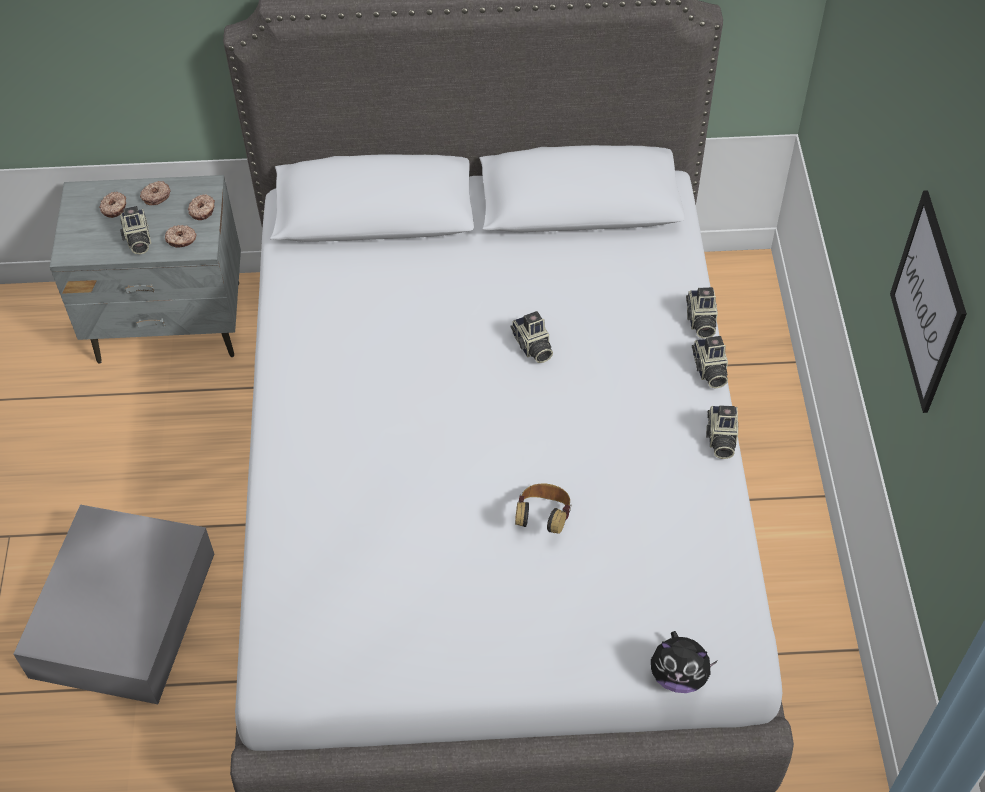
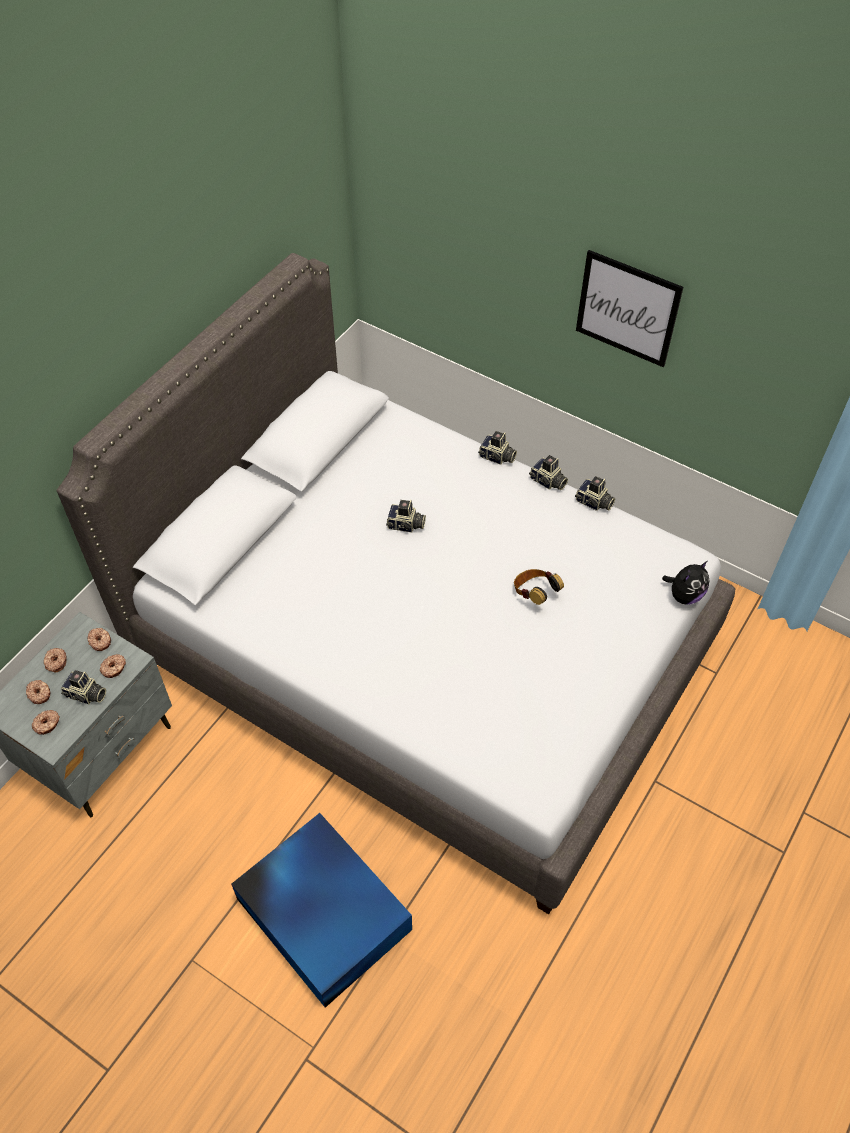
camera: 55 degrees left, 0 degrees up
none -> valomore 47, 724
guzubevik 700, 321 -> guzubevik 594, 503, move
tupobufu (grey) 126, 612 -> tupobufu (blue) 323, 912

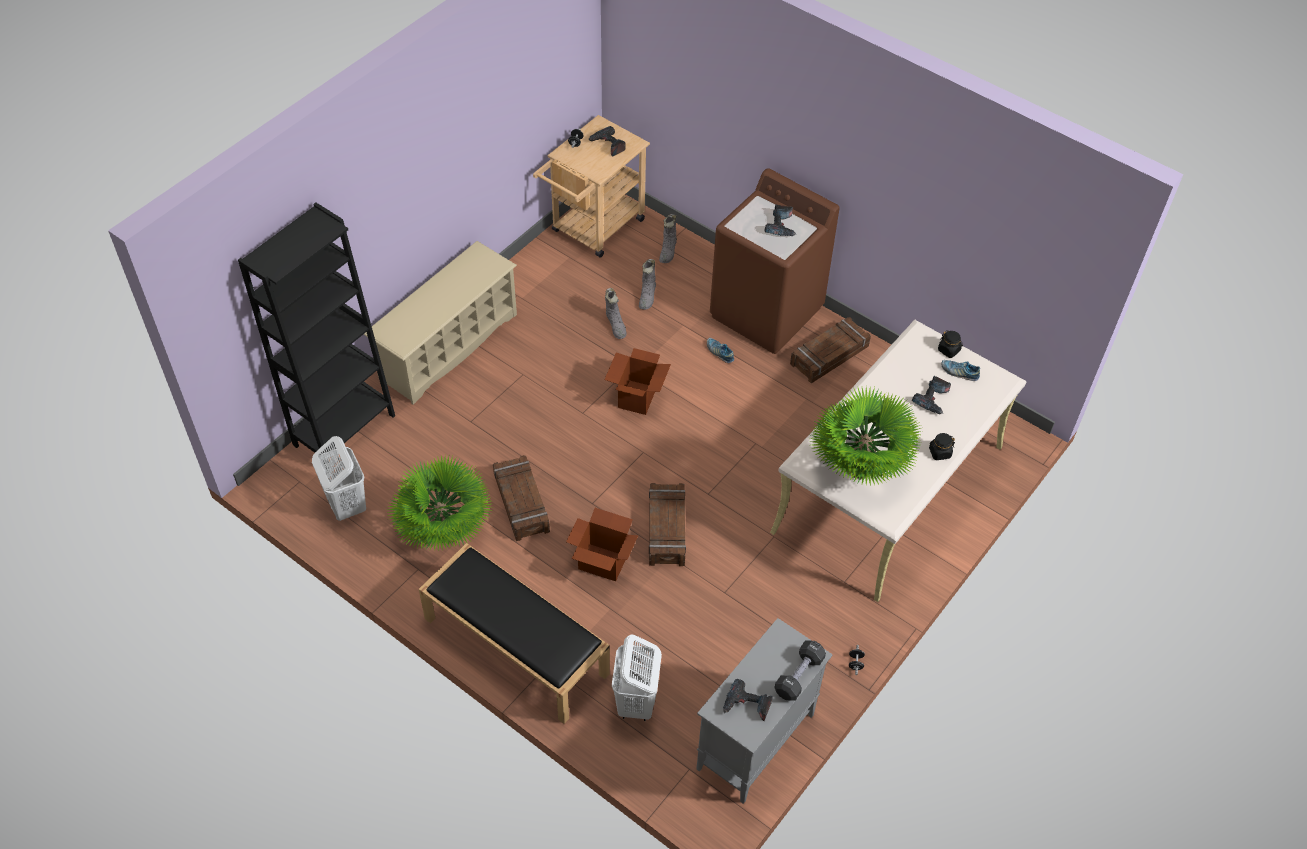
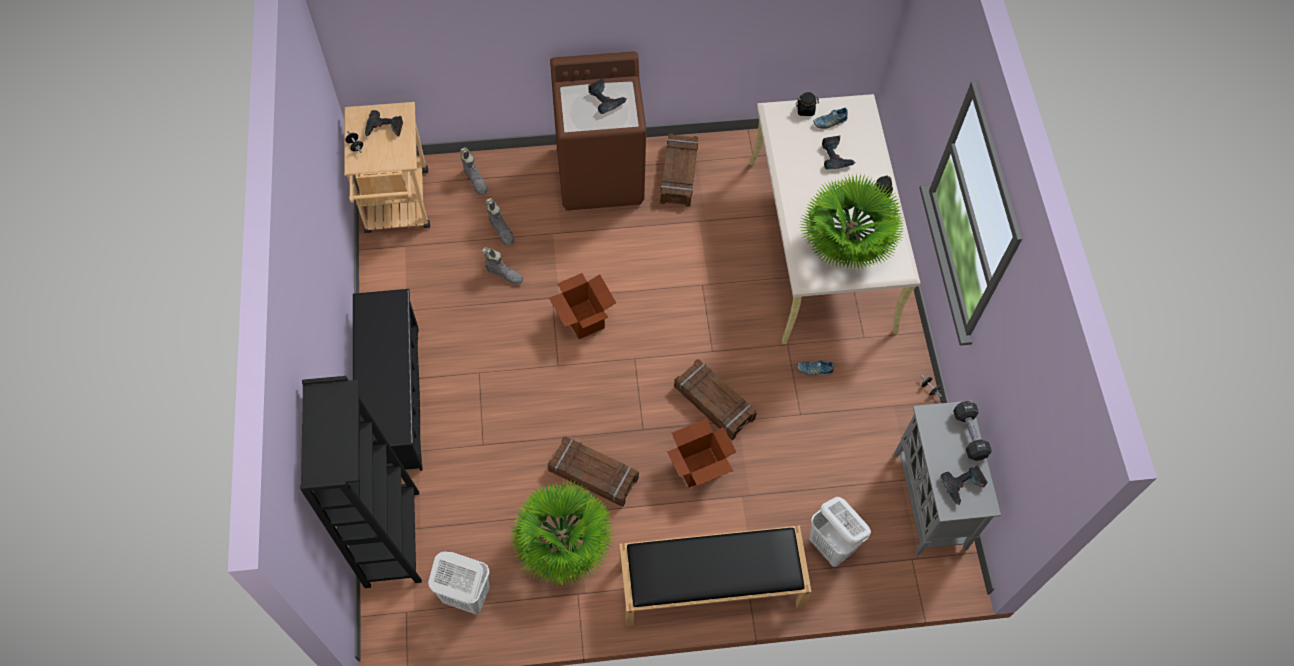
camera: 45 degrees left, 10 degrees up
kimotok 719, 352 -> kimotok 814, 370, move
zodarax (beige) 448, 346 -> zodarax (black) 394, 399

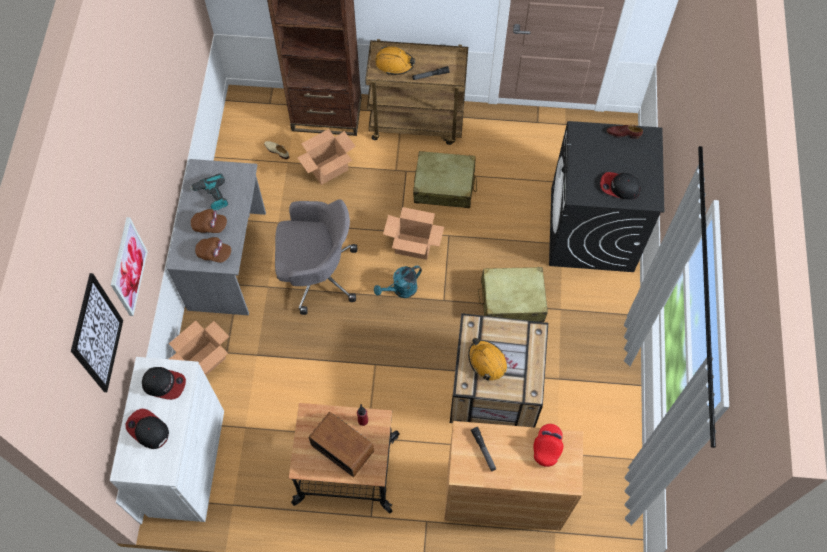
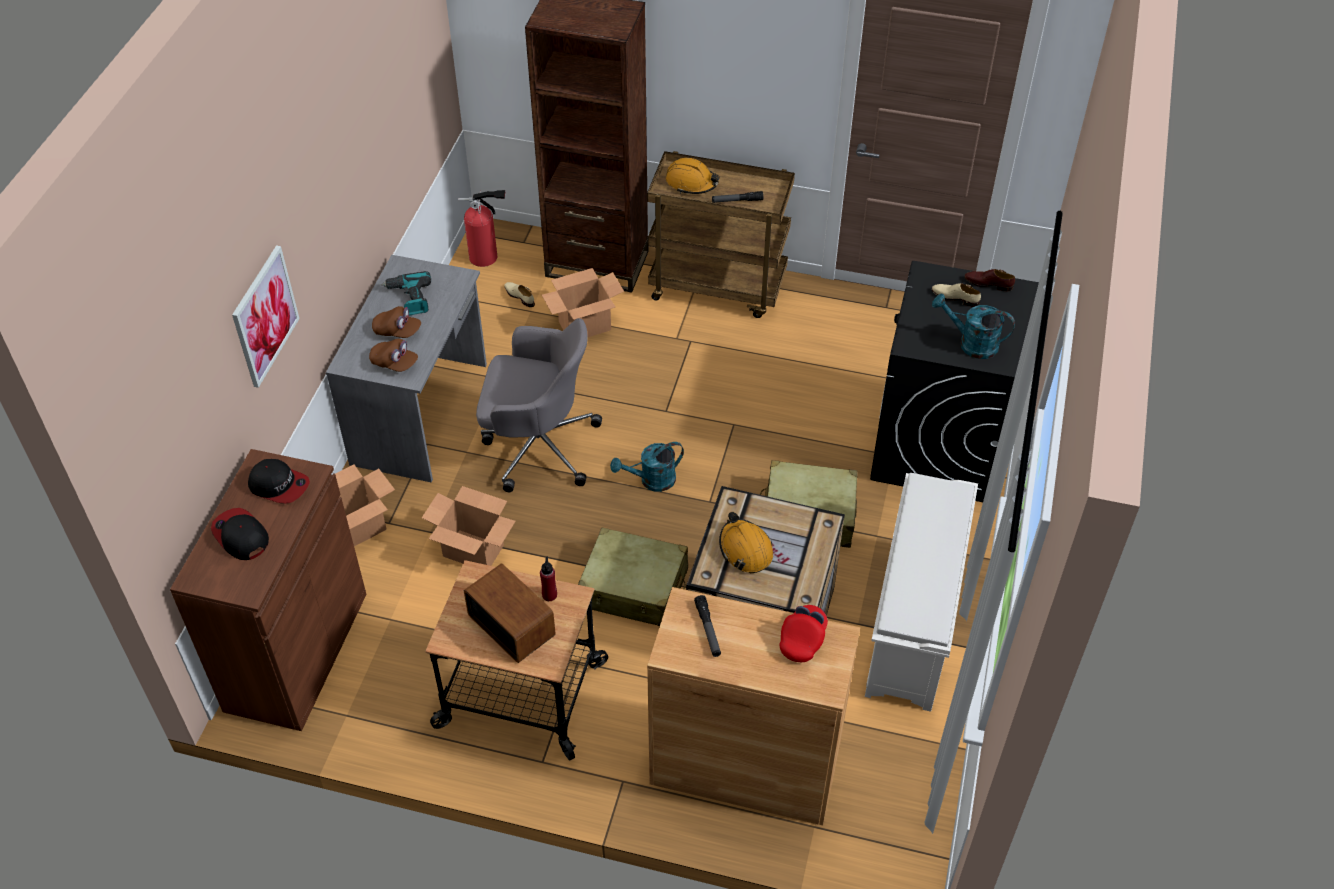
camera: 10 degrees right, 15 degrees down
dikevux 97, 334 -> none
none -> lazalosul 486, 257
none -> zodarax (white) 913, 626
none -> kimotok (beige) 955, 297
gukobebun 414, 246 -> gukobebun 474, 551, move
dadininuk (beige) 444, 186 -> dadininuk (beige) 634, 588, move
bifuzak 619, 187 -> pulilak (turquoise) 971, 343
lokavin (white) 187, 462 -> lokavin (brown) 296, 651

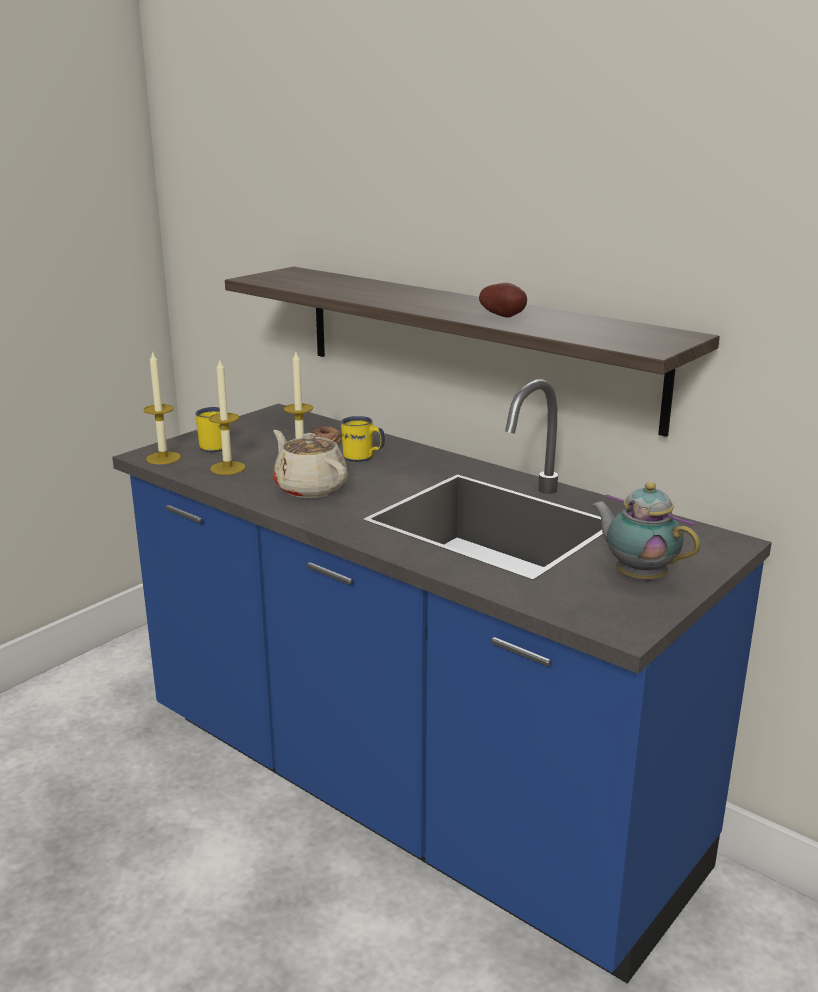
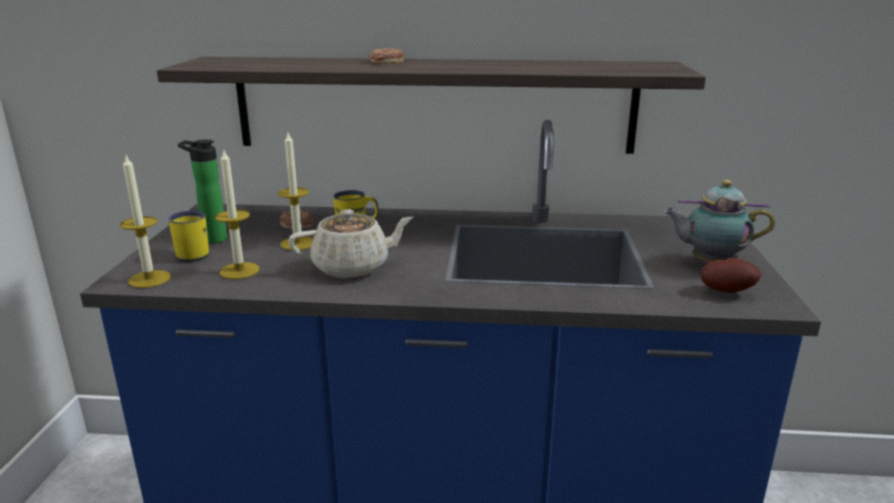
camera: 35 degrees left, 0 degrees up
none -> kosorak 211, 239
none -> valomore 386, 61
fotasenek 504, 317 -> fotasenek 726, 291, move
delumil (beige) 310, 488 -> delumil (beige) 353, 267, 150 degrees clockwise

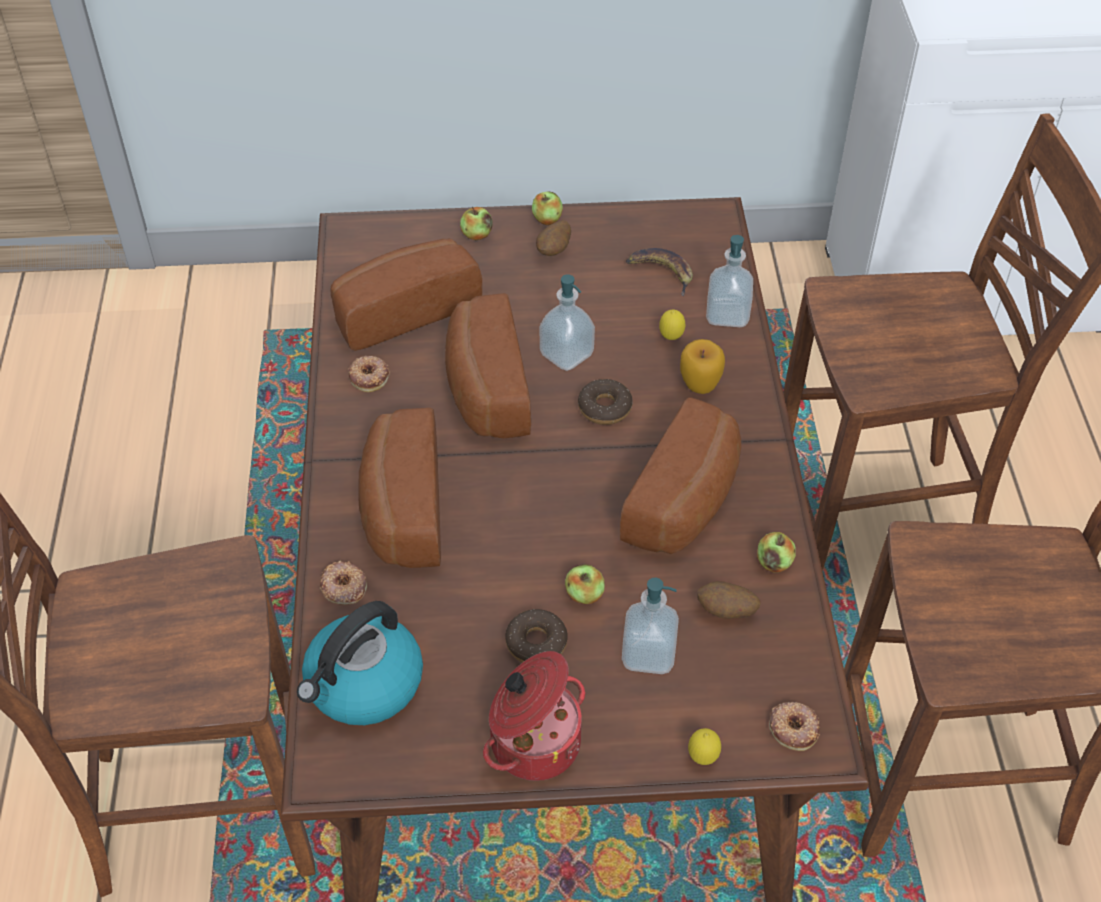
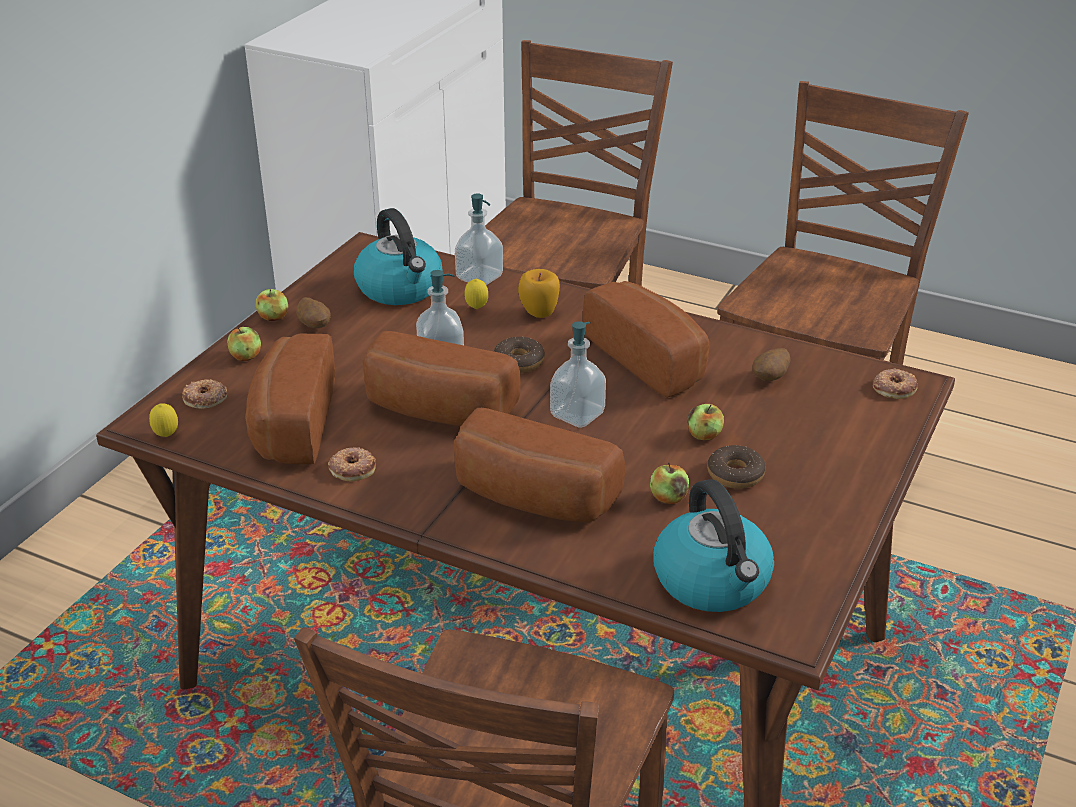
camera: 60 degrees left, 15 degrees down
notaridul 533, 741 -> none
valomore 343, 587 -> valomore 205, 399, move
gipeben 648, 654 -> gipeben 577, 415, move
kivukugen 702, 758 -> kivukugen 166, 436, move
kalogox 774, 562 -> kalogox 668, 498, move
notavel 661, 272 -> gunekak 400, 289

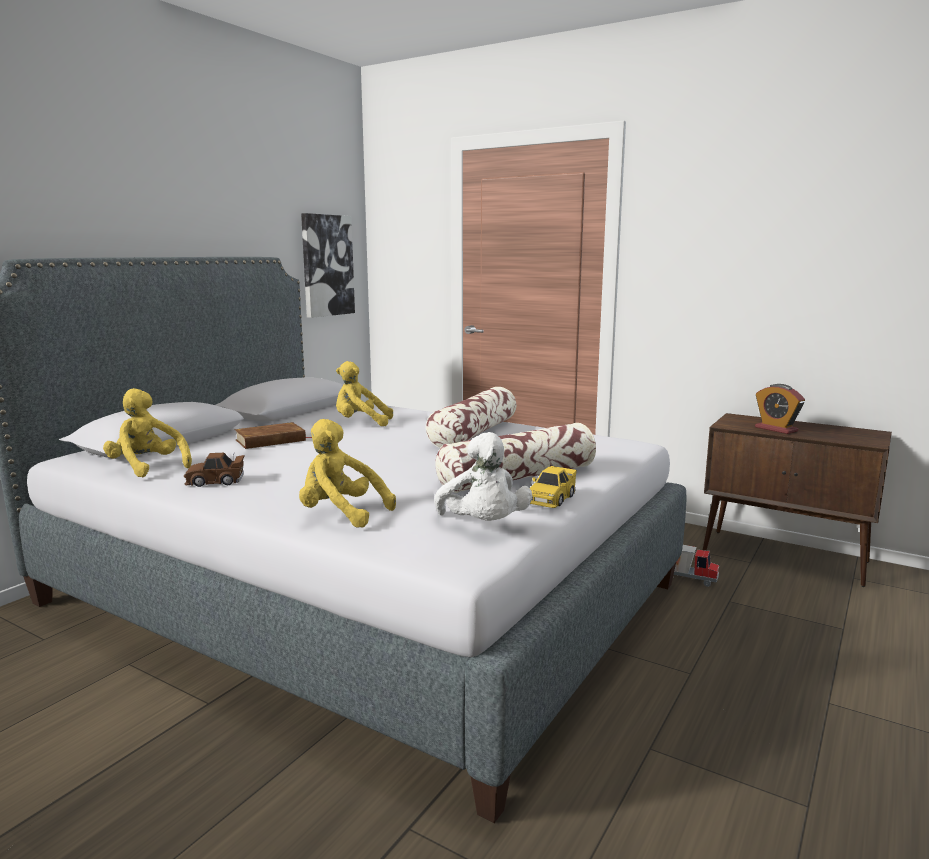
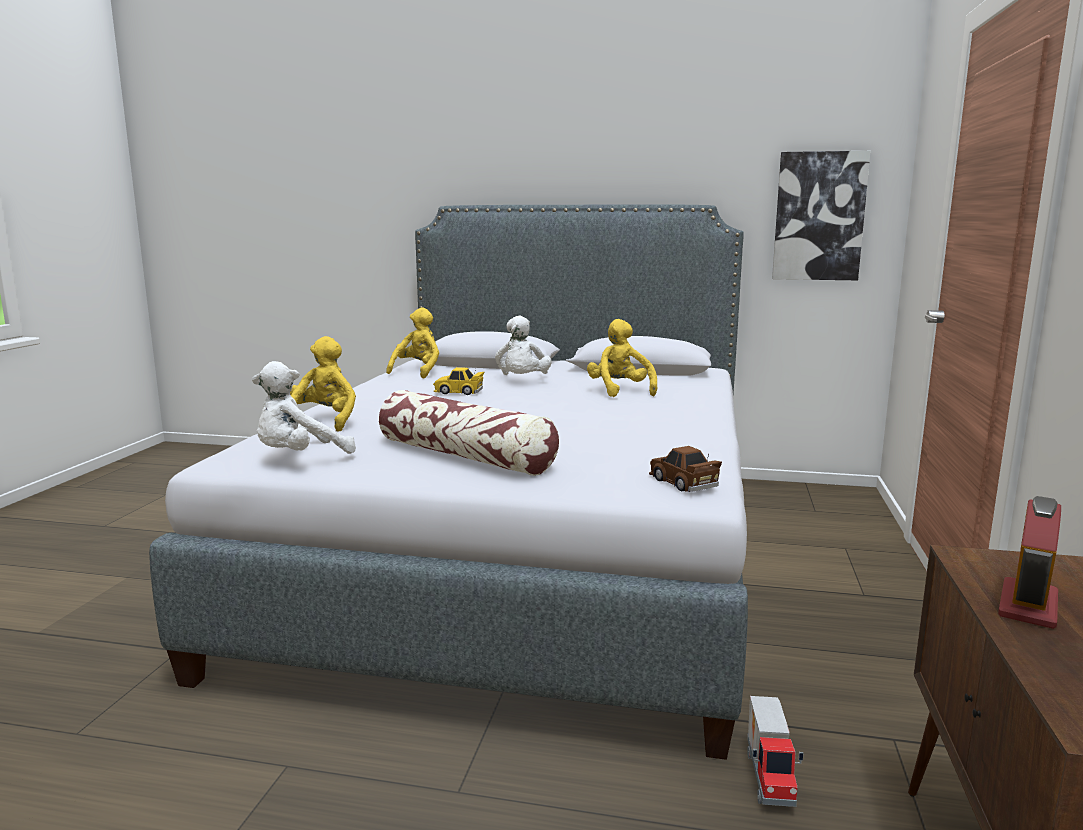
camera: 70 degrees right, 0 degrees up
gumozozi 474, 433 -> none
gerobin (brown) 215, 481 -> gerobin (brown) 683, 483, move
gerobin (yellow) 551, 499 -> gerobin (yellow) 459, 392, move
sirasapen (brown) 271, 440 -> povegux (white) 522, 381

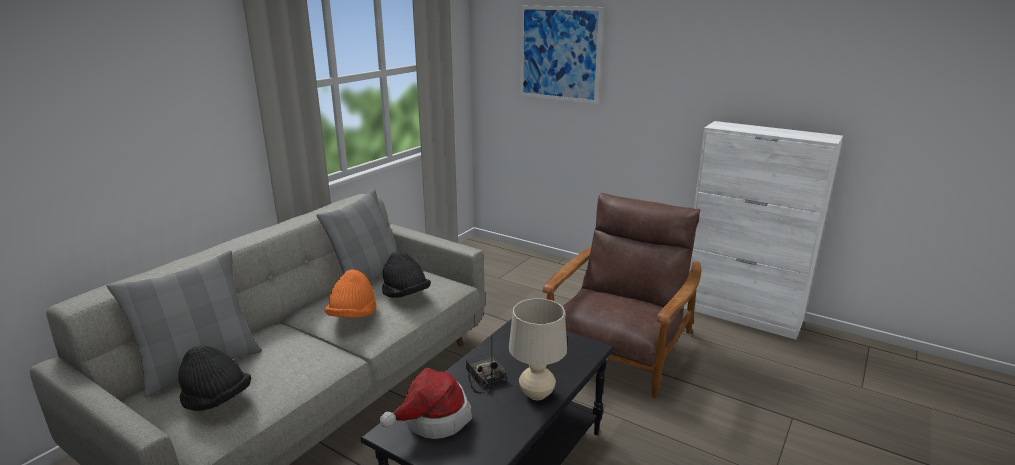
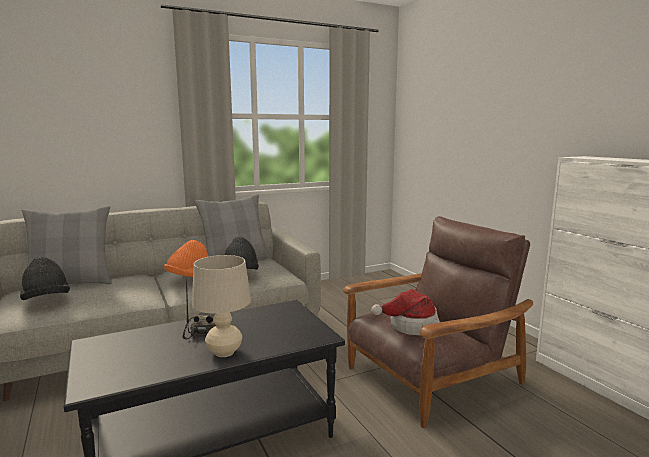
camera: 30 degrees right, 10 degrees down
dikevux 559, 54 -> none
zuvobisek 432, 419 -> zuvobisek 410, 325, move

